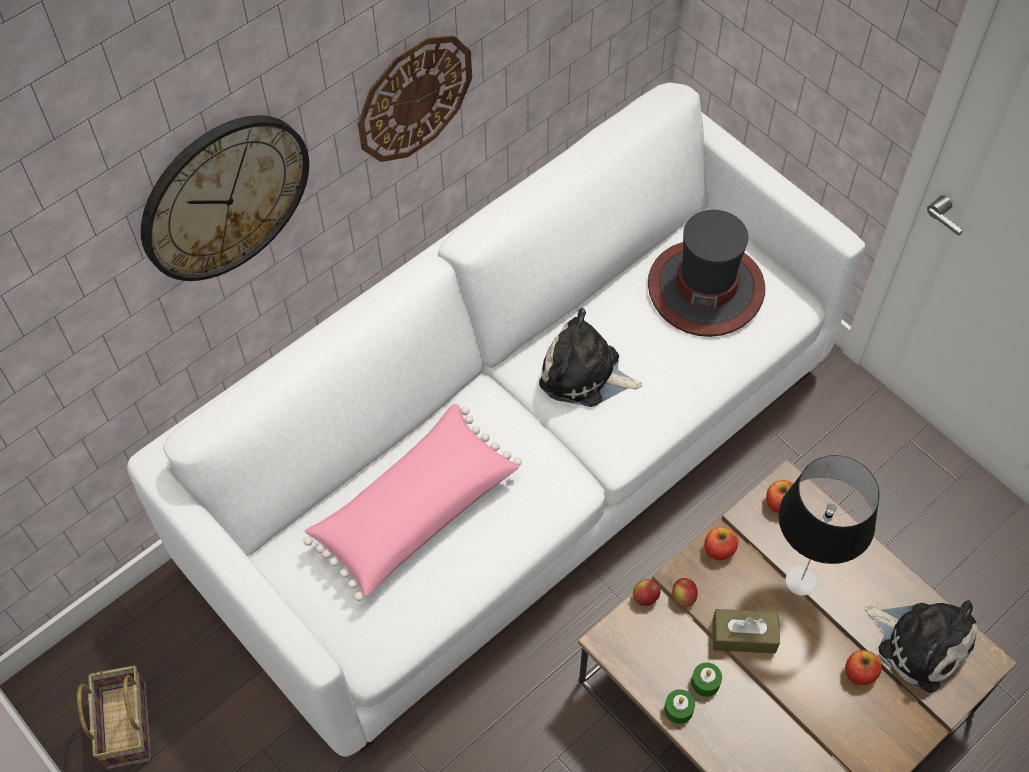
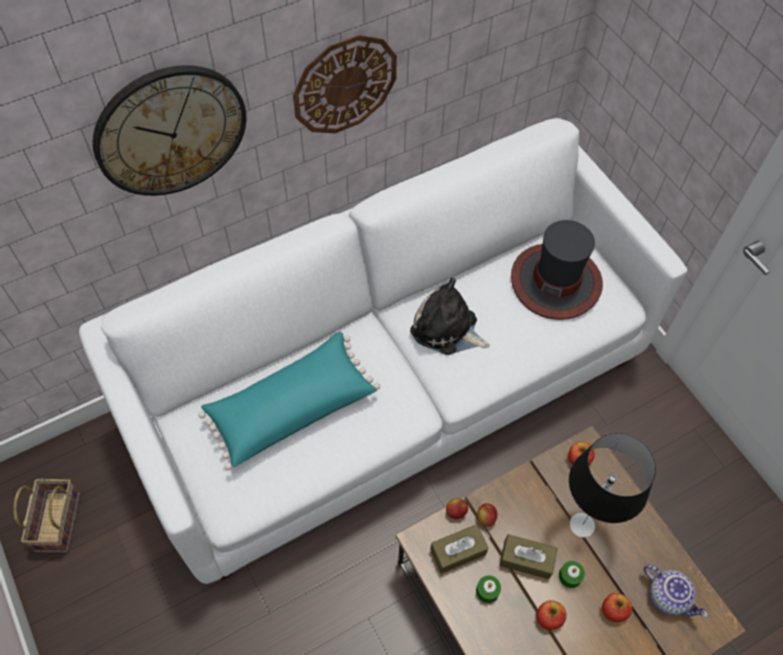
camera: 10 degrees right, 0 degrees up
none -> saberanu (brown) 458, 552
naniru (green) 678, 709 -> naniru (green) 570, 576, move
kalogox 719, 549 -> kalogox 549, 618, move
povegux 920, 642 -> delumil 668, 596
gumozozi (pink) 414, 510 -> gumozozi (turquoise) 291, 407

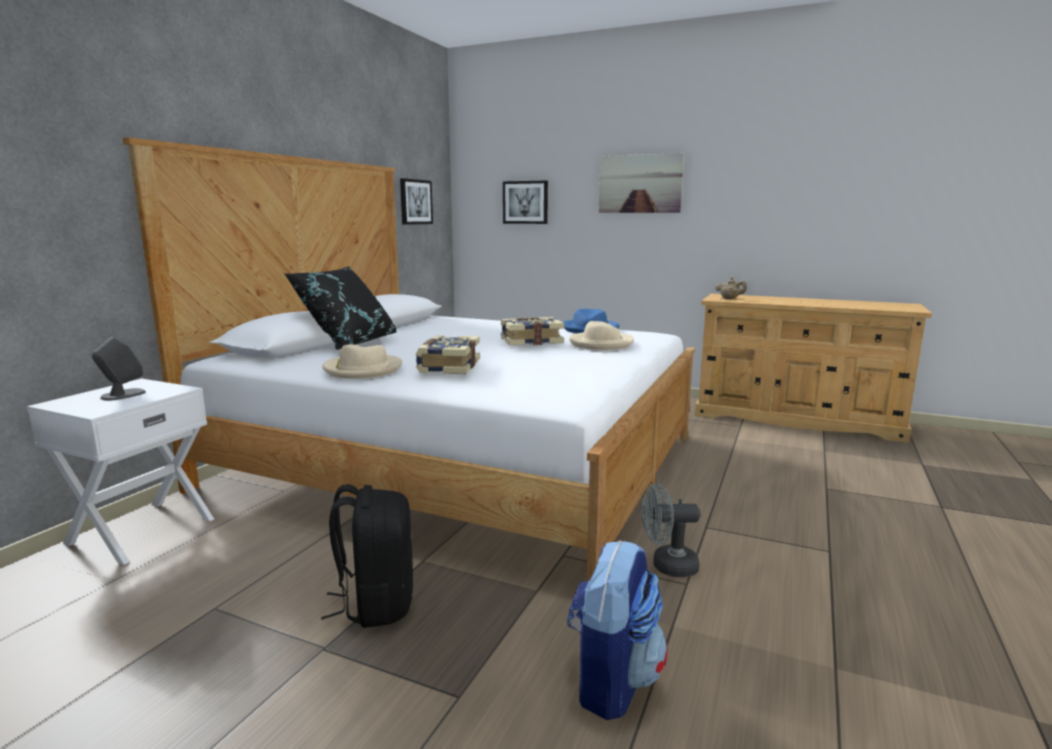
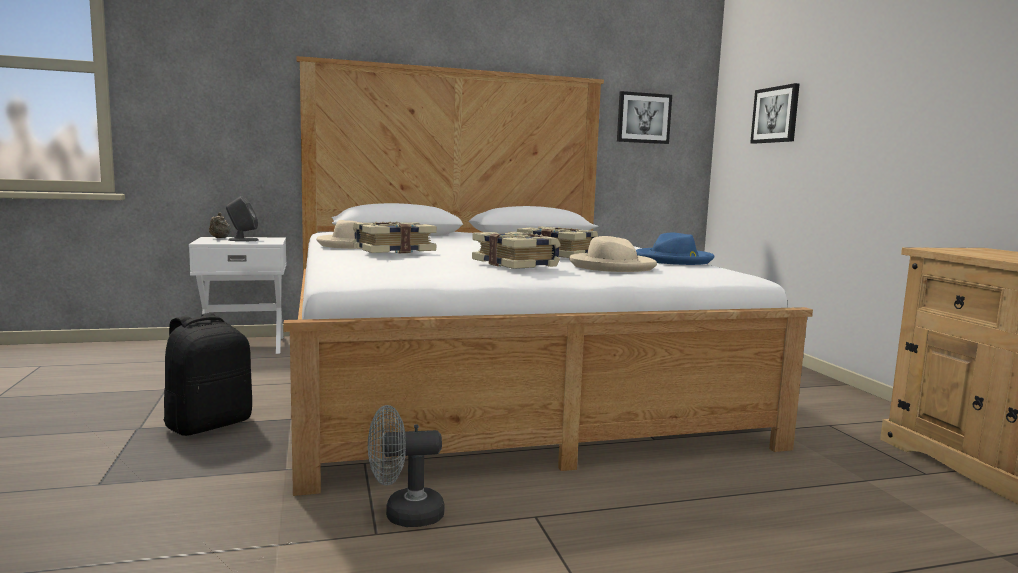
camera: 50 degrees right, 5 degrees down
gumozozi (black) 348, 343 -> none
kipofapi 611, 680 -> none
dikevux 640, 184 -> none
none -> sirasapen 516, 264
delumil (beige) 730, 299 -> delumil (beige) 219, 238, move
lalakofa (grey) 667, 566 -> lalakofa (grey) 404, 515, 60 degrees counterclockwise

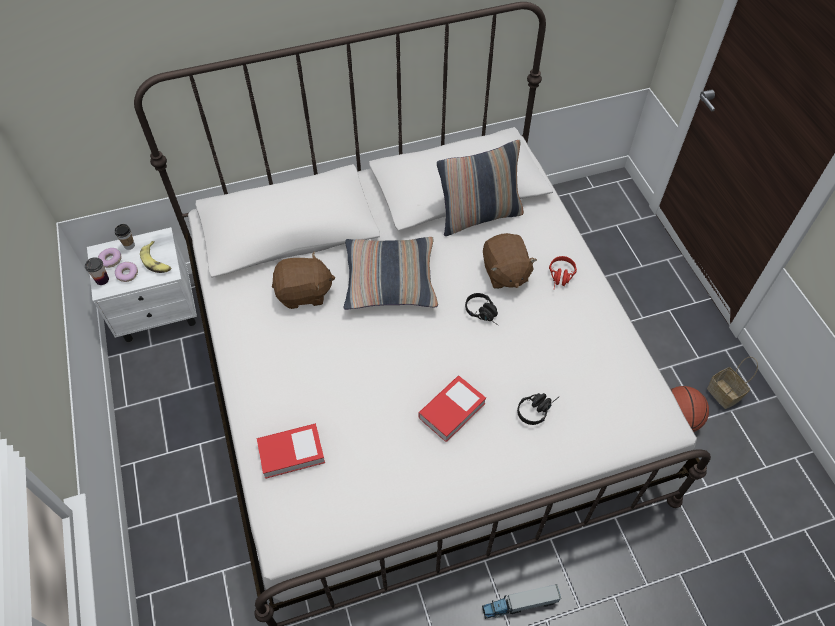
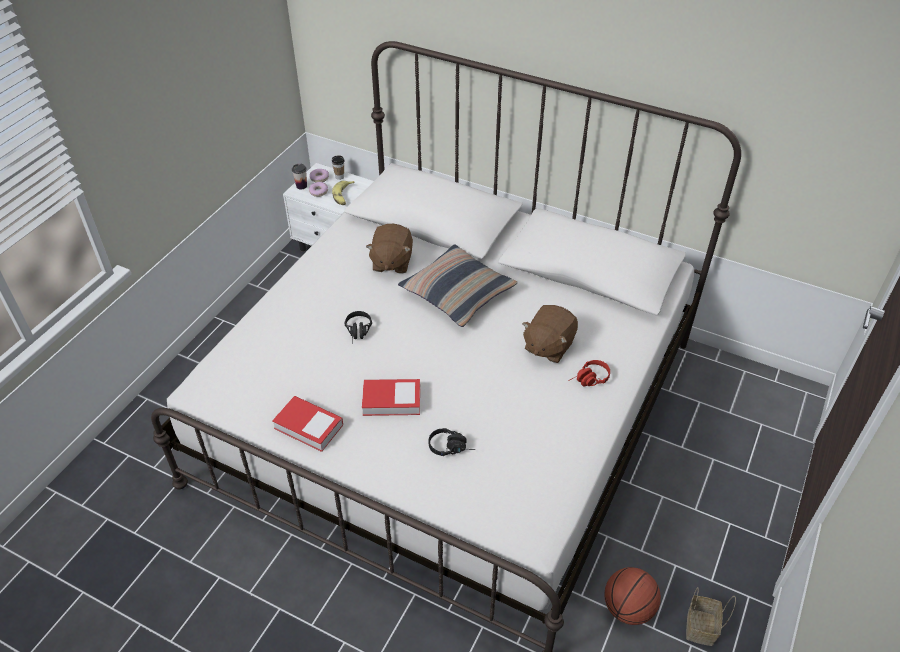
camera: 45 degrees right, 10 degrees down
gumozozi 479, 216 -> none
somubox 519, 604 -> none
sirasapen 291, 453 -> sirasapen 308, 427, move
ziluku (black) 484, 313 -> ziluku (black) 358, 332, move
povegux (brown) 304, 293 -> povegux (brown) 391, 262, 60 degrees clockwise

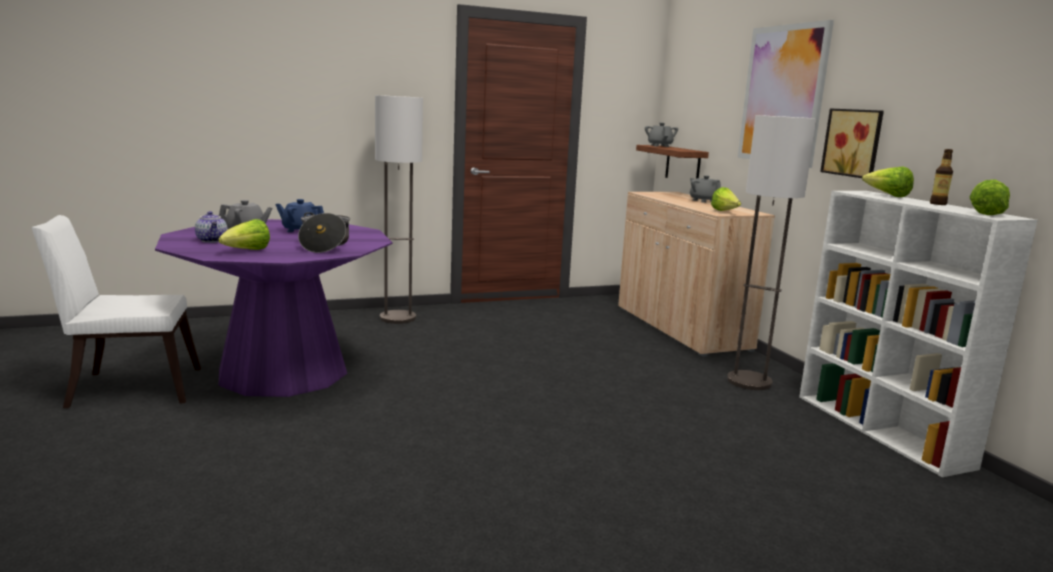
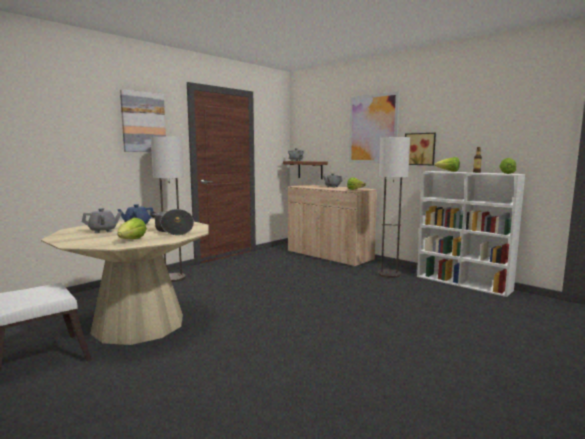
camera: 25 degrees left, 5 degrees down
delumil 213, 240 -> none
none -> dikevux 143, 122
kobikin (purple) 283, 372 -> kobikin (beige) 139, 324

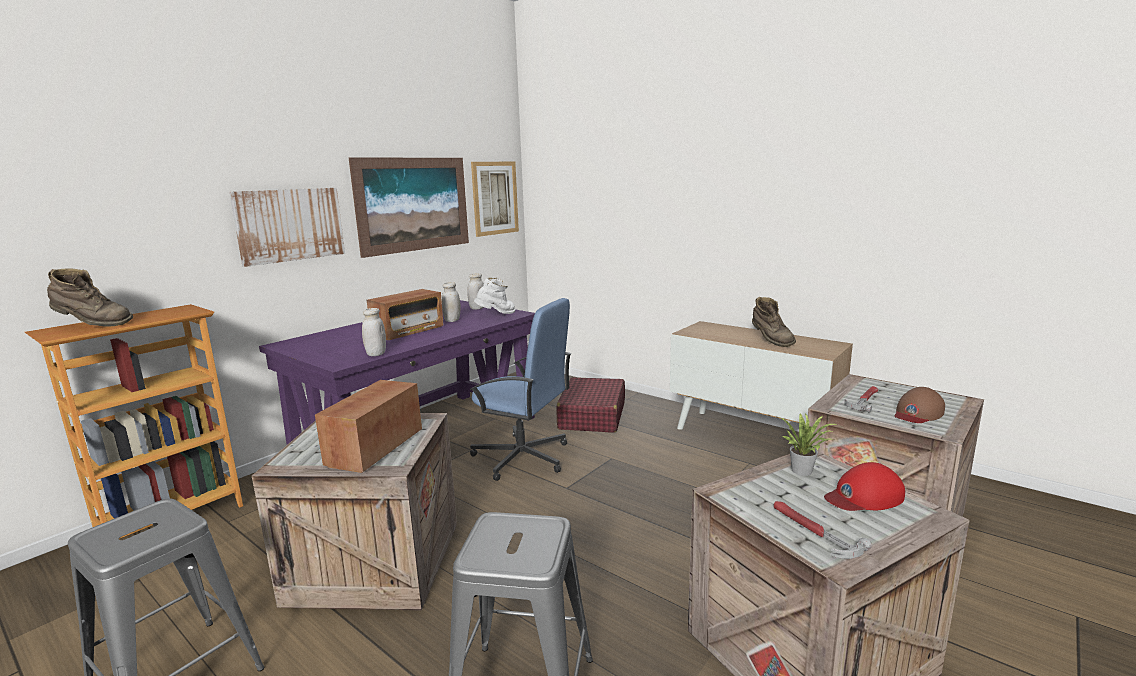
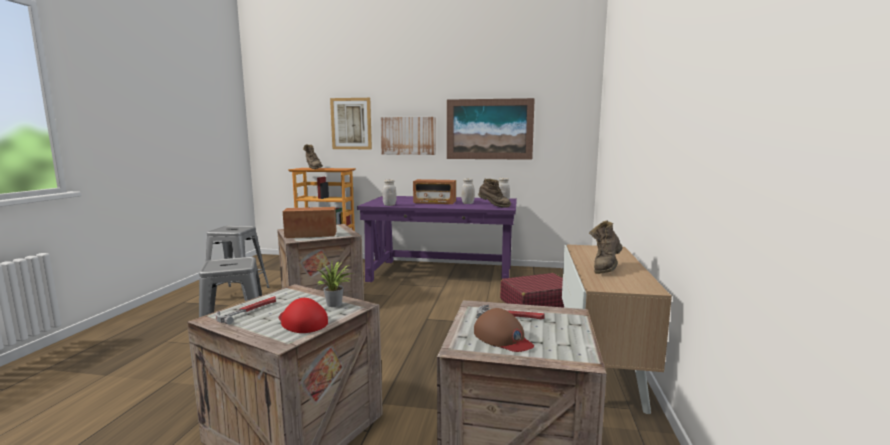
camera: 60 degrees right, 5 degrees down
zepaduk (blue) 523, 457 -> none
dikevux 495, 198 -> dikevux 351, 123, move
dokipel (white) 496, 315 -> dokipel (brown) 494, 206
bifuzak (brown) 917, 413 -> bifuzak (brown) 503, 338, 150 degrees counterclockwise

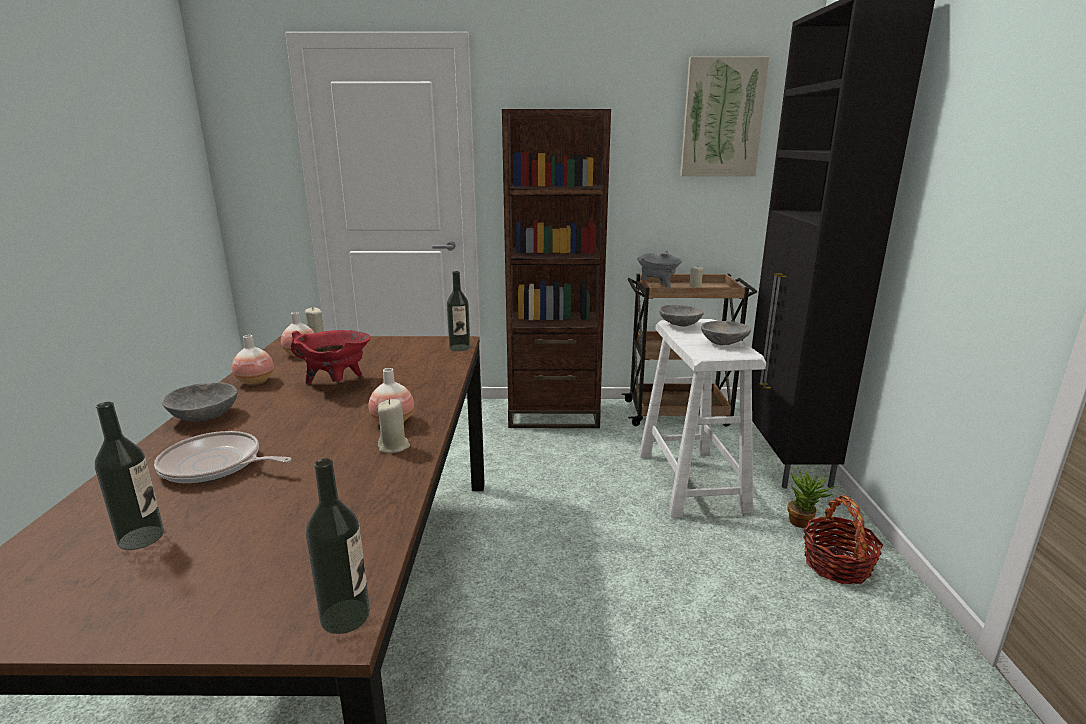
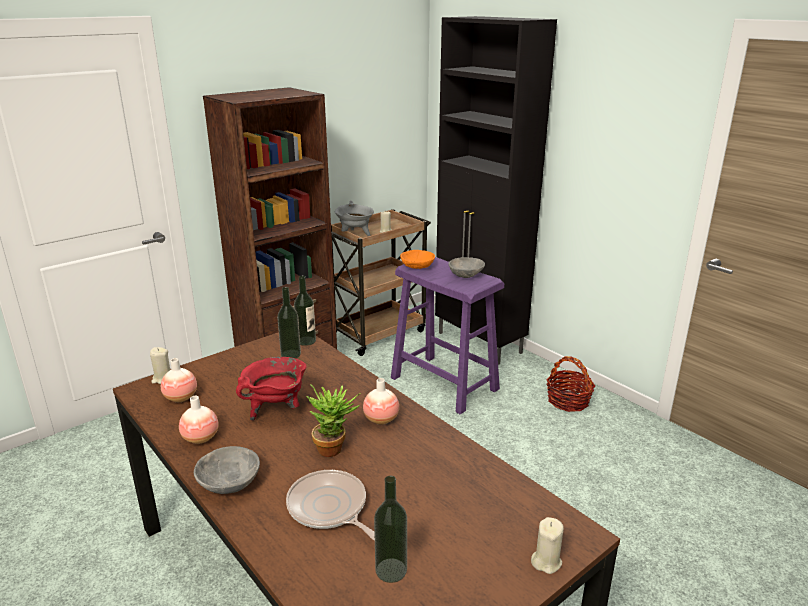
camera: 40 degrees left, 5 degrees up
dikevux 722, 118 -> none
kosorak 345, 616 -> kosorak 290, 354, move
naniru (beige) 394, 446 -> naniru (beige) 546, 561, move
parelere 804, 523 -> parelere 335, 448, move
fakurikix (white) 691, 481 -> fakurikix (purple) 443, 383
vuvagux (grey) 679, 325 -> vuvagux (orange) 417, 267
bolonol 215, 465 -> bolonol 329, 508, 75 degrees clockwise

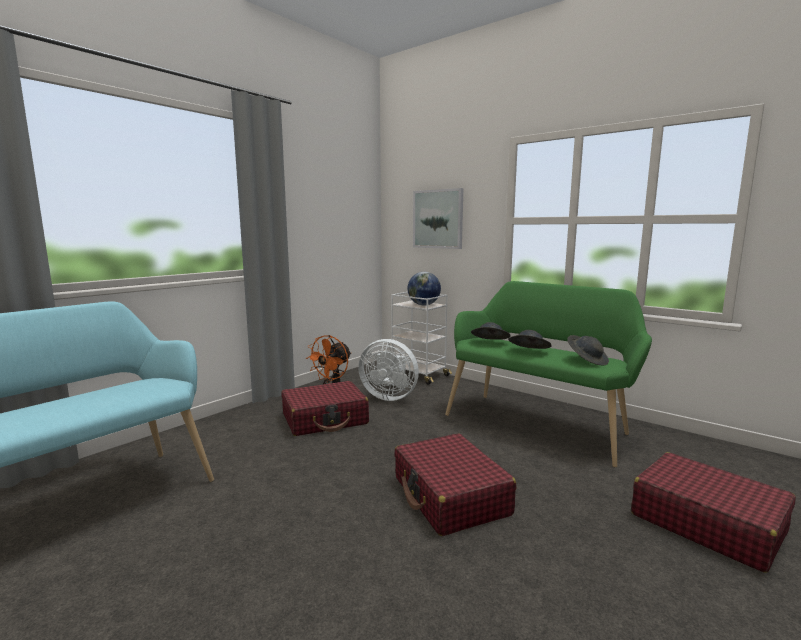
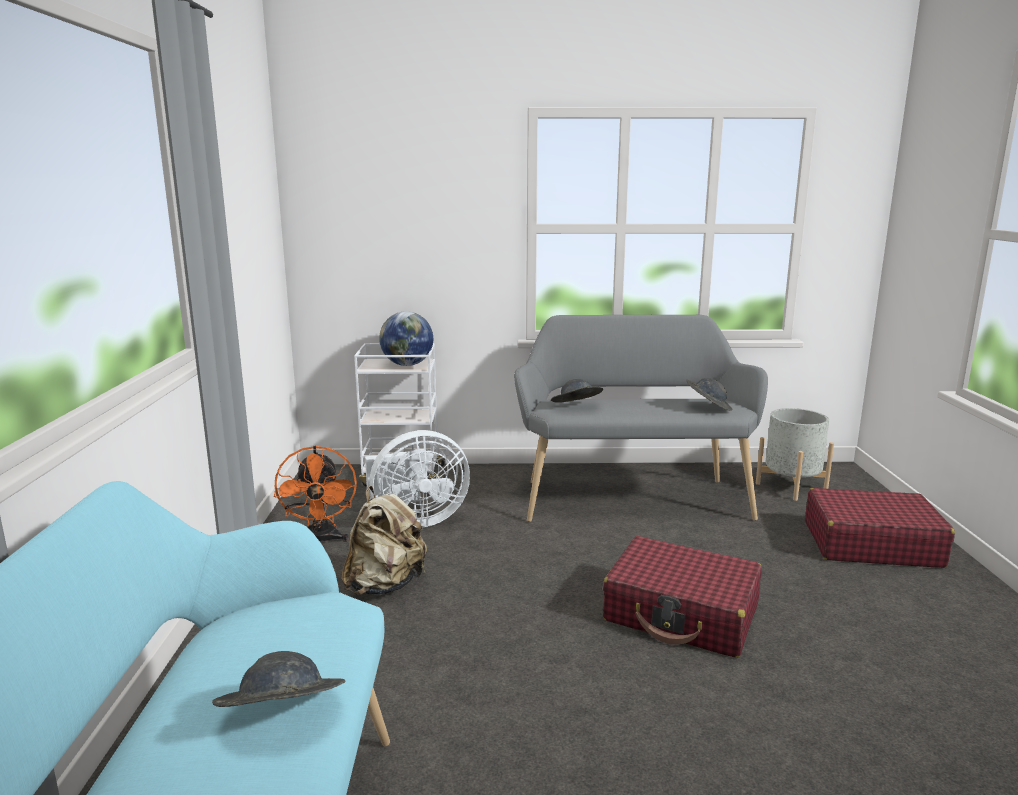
camera: 40 degrees left, 5 degrees up
dikevux 438, 219 -> none
none -> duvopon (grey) 791, 486
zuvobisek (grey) 528, 352 -> zuvobisek (grey) 282, 717, move
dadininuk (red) 325, 419 -> kipofapi (beige) 385, 585
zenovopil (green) 539, 423 -> zenovopil (grey) 631, 496

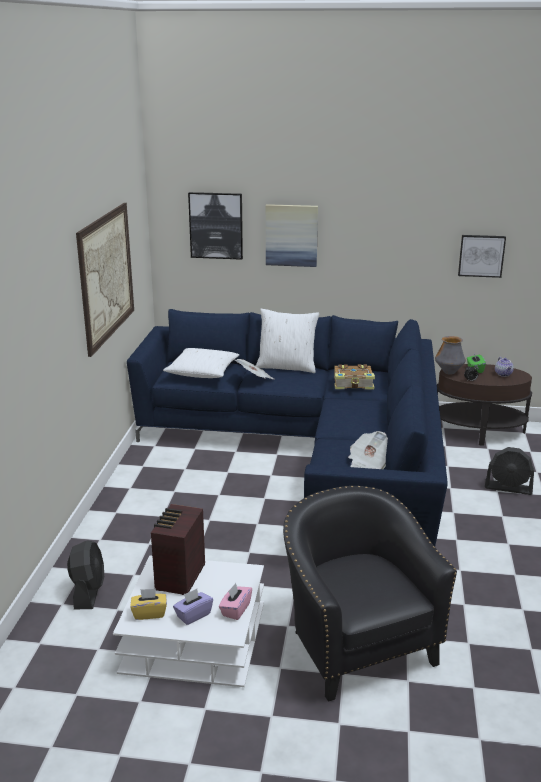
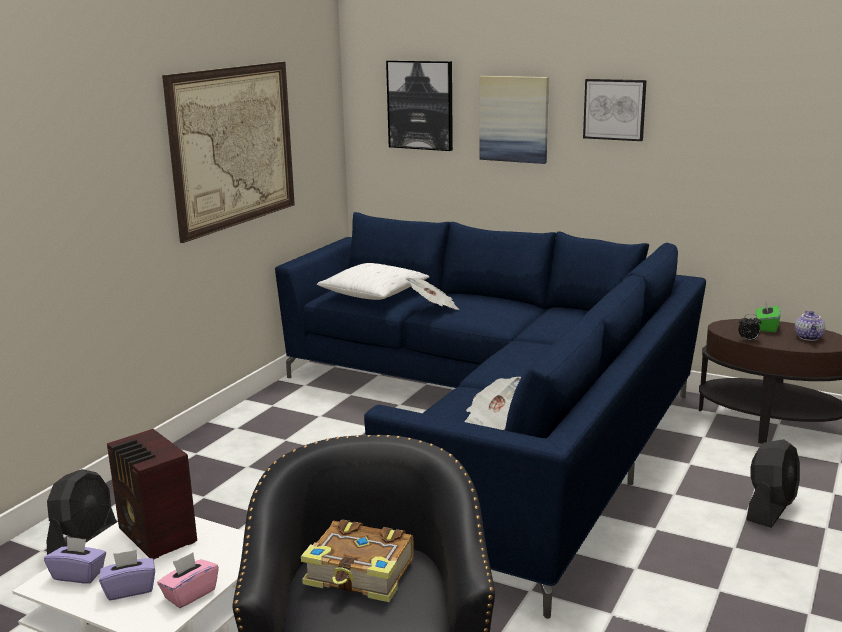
camera: 20 degrees right, 5 degrees down
gumozozi (white) 287, 367 -> none
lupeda 449, 372 -> none
sirasapen 353, 384 -> sirasapen 361, 574, move
dikevux 481, 255 -> dikevux 614, 109, move
saberanu (yellow) 149, 613 -> saberanu (purple) 78, 575
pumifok 178, 577 -> pumifok 156, 537, 75 degrees counterclockwise
lalakofa (black) 508, 488 -> lalakofa (black) 770, 508, 90 degrees counterclockwise

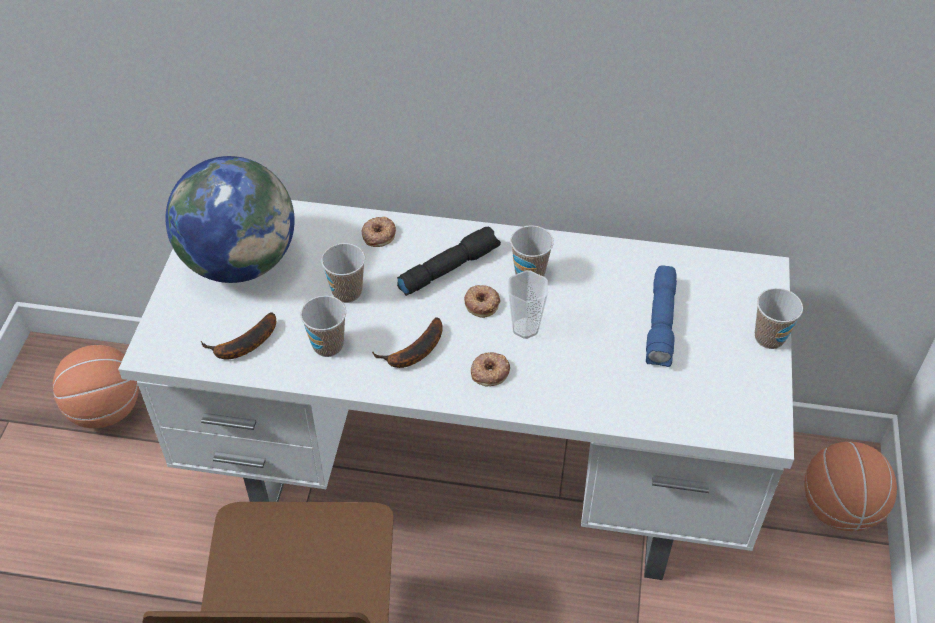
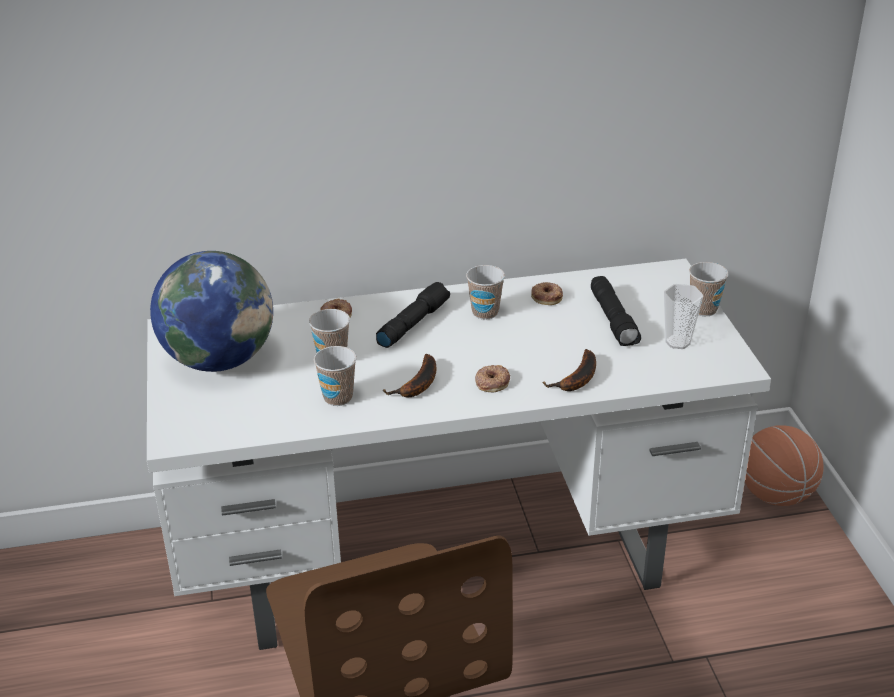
camera: 20 degrees left, 15 degrees down
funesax 106, 409 -> none
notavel 243, 346 -> notavel 577, 379, move
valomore 482, 303 -> valomore 547, 296, move
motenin 525, 328 -> motenin 677, 342, move
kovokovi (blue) 661, 324 -> kovokovi (black) 614, 320

